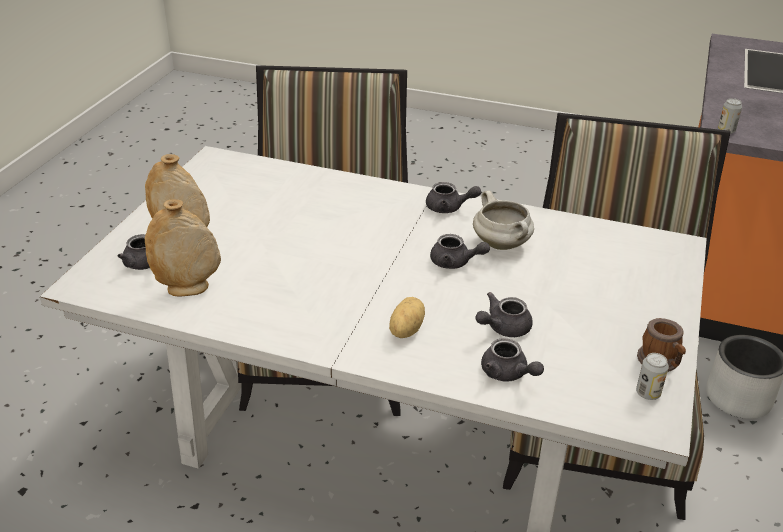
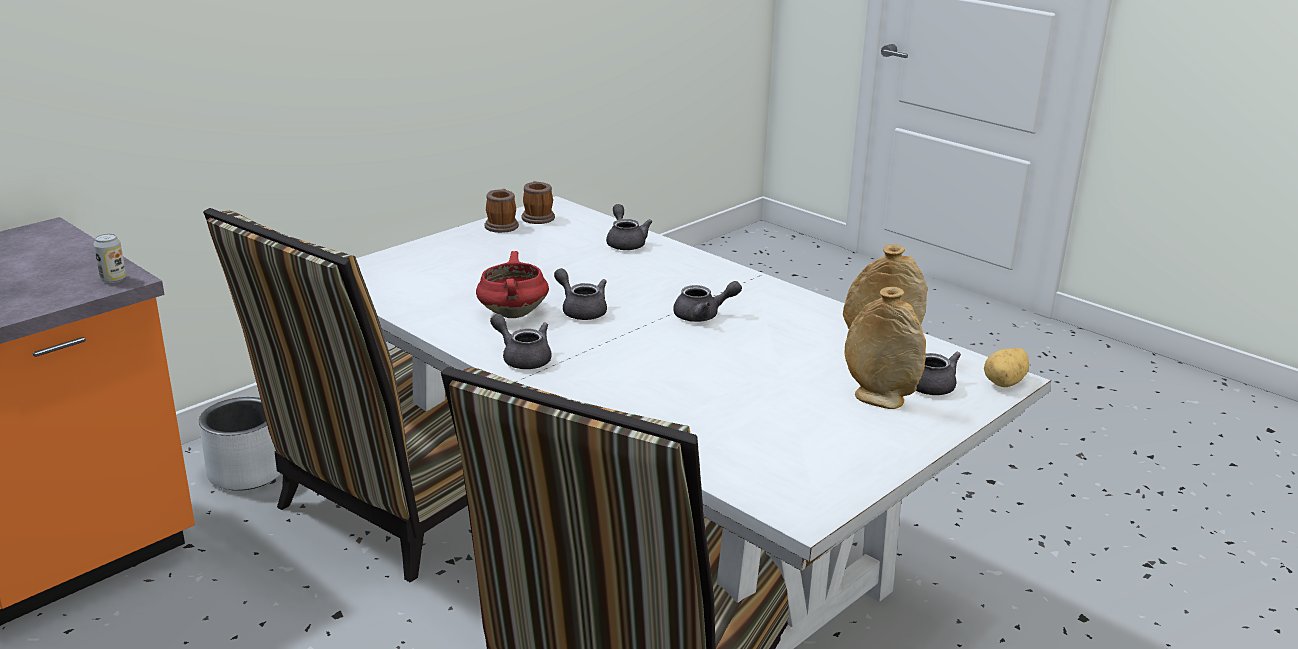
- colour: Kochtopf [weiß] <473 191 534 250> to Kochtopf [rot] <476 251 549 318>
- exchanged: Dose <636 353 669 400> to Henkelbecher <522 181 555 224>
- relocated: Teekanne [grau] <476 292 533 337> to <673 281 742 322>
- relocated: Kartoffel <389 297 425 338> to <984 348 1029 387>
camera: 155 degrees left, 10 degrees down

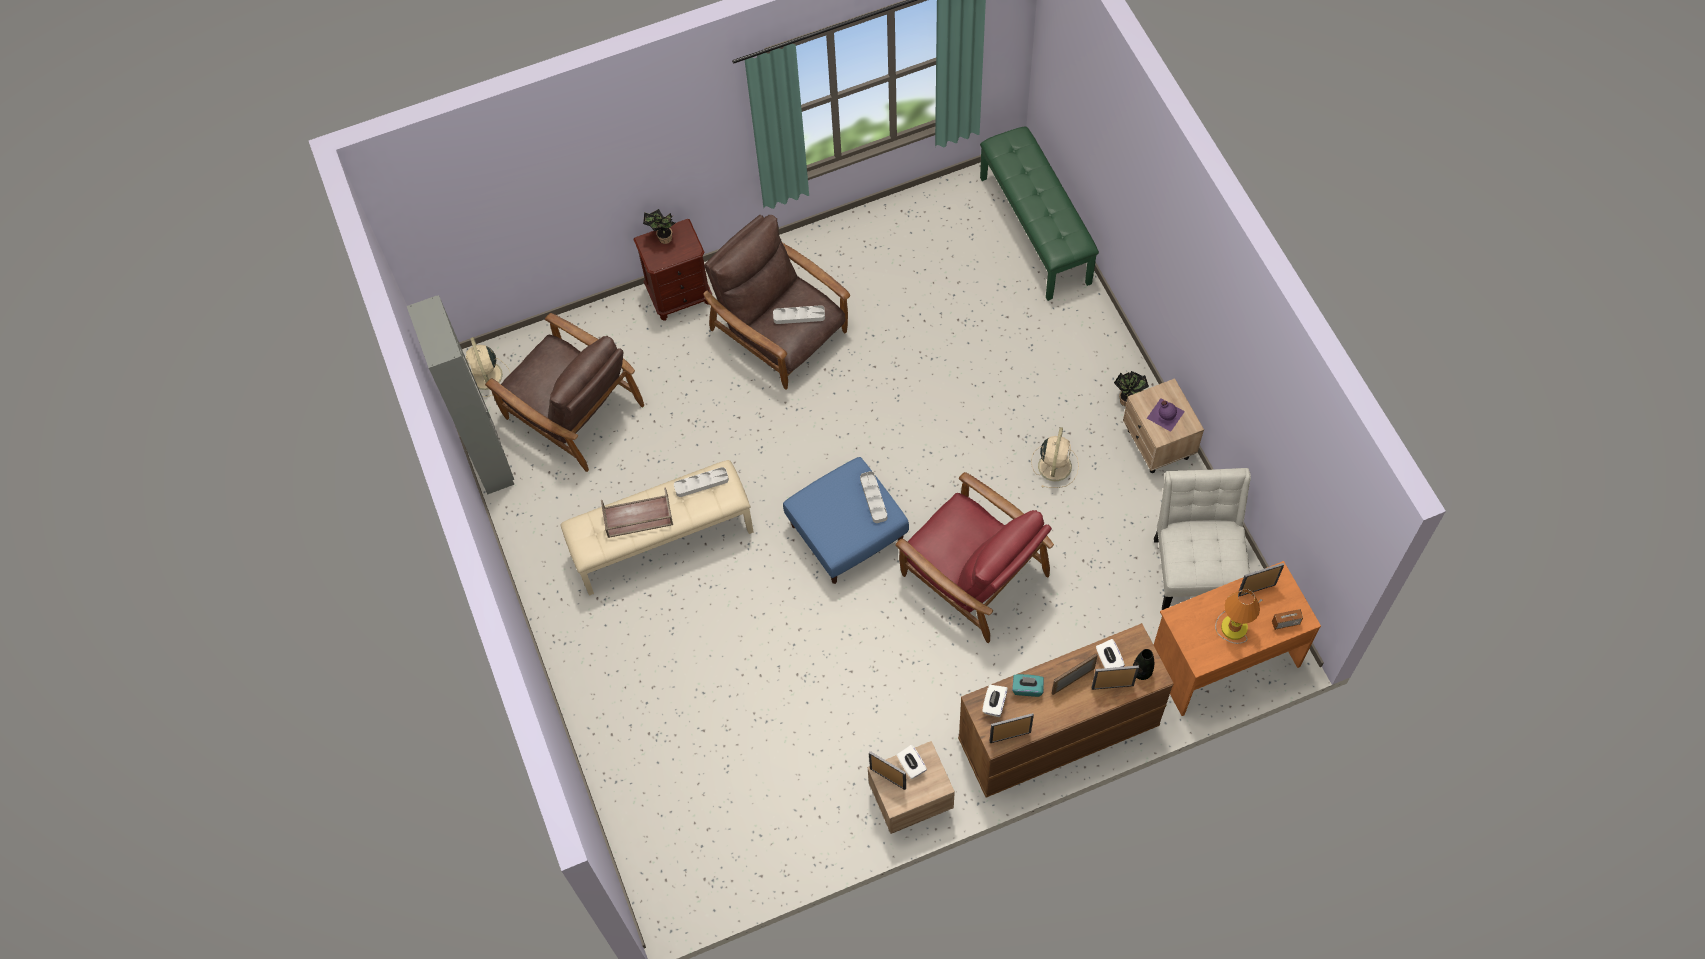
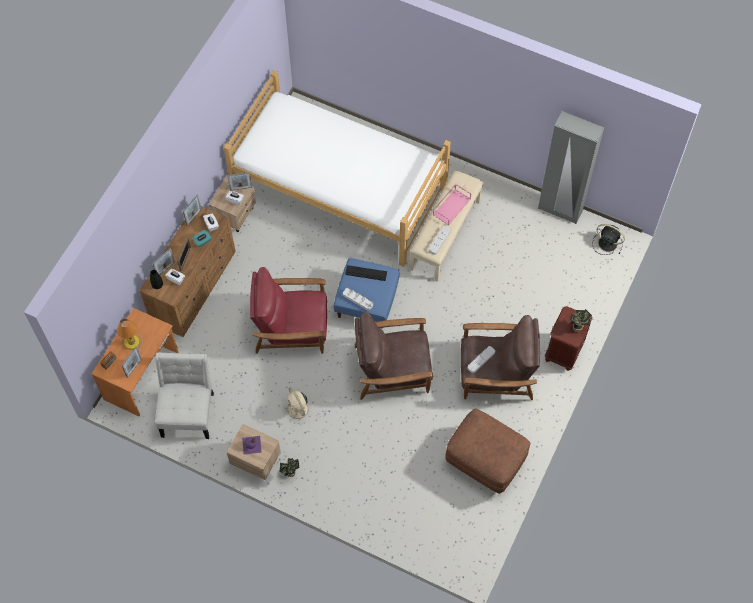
- spun: Stuhl [weiß] <1154 468 1251 610> = <155 353 214 439> 135 degrees counterclockwise
- appeared: Bett <224 70 451 267>
- appeared: Tastatur <345 265 387 281>
- relocated: Sessel [braun] <485 313 644 472> to <354 312 433 400>
- colour: Tablett [braun] <601 487 673 538> to Tablett [rosa] <433 184 472 225>
- appeared: Polsterhocker [braun] <446 409 530 494>
- colour: Ventilator [beige] <466 337 510 397> to Ventilator [schwarz] <592 224 625 255>
- missing: Bank [grün] <980 127 1099 301>
camera: 135 degrees right, 0 degrees up

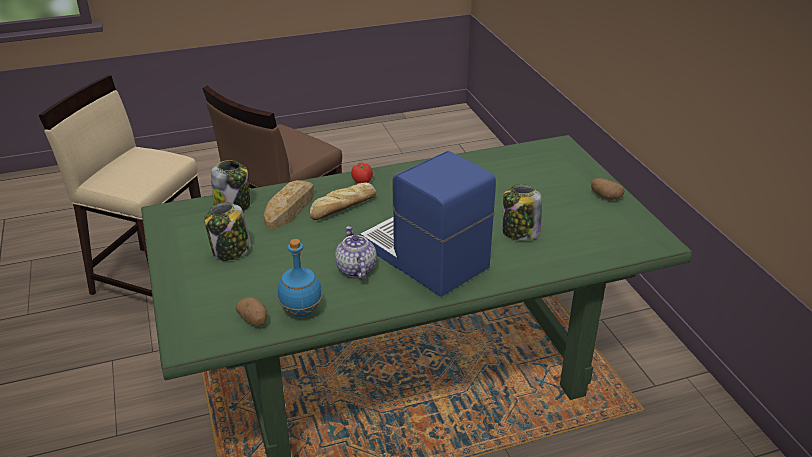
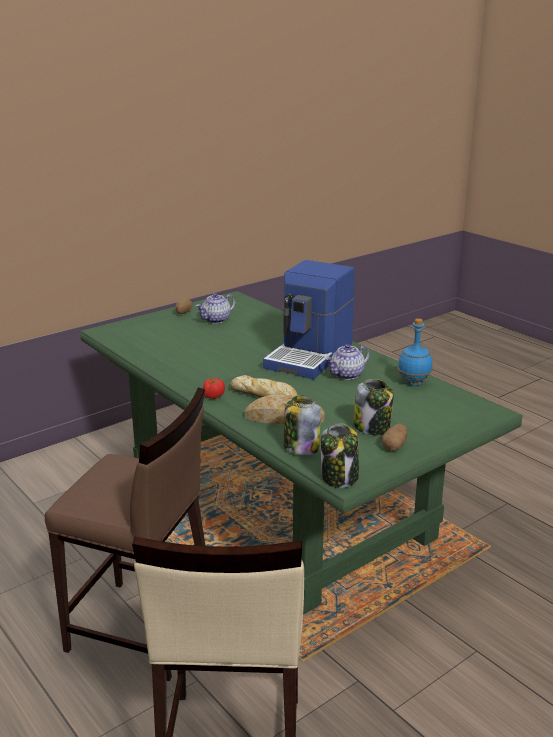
- appeared: Teekanne <196 293 235 324>
- relocated: Vorratsglas <503 184 542 240> to <321 423 359 488>
- relocated: Kartoffel <236 297 267 327> to <382 423 407 450>
camera: 110 degrees left, 10 degrees down

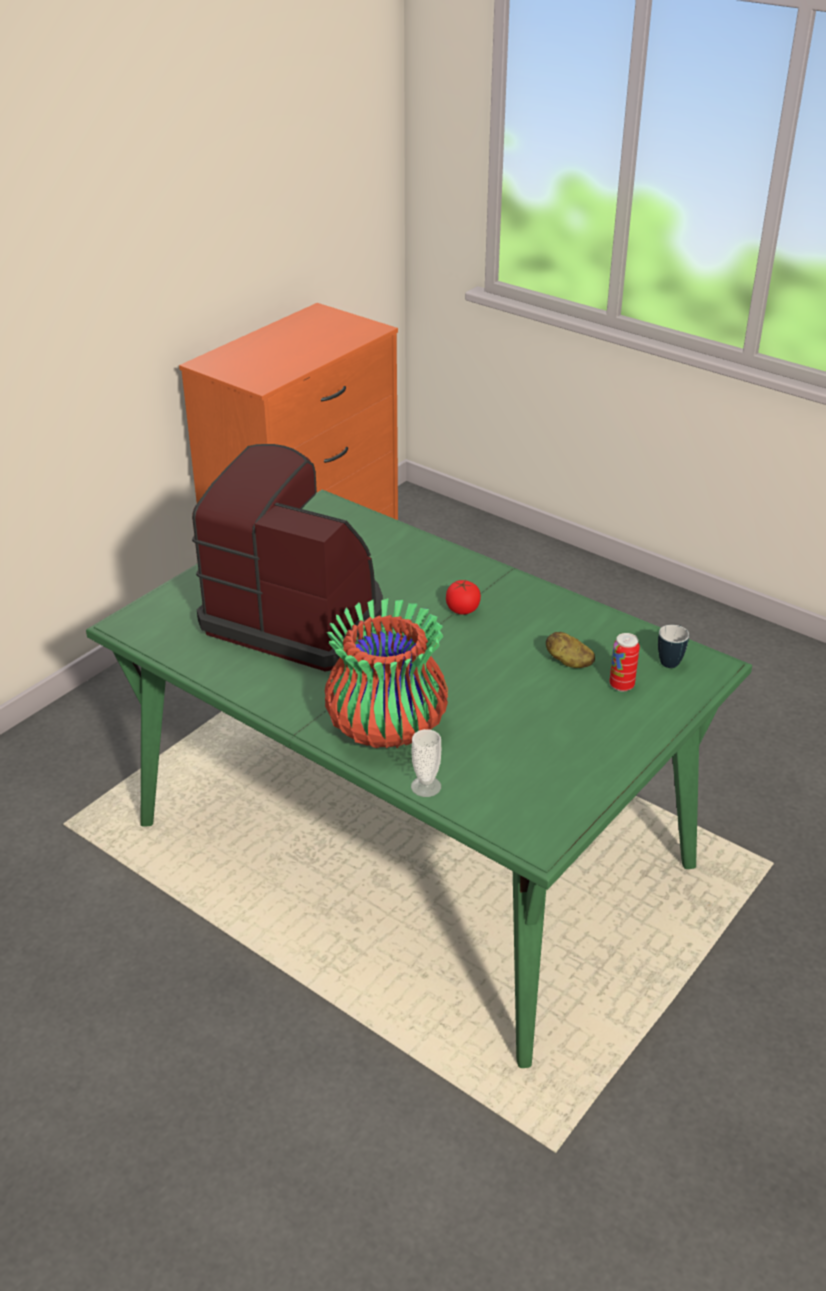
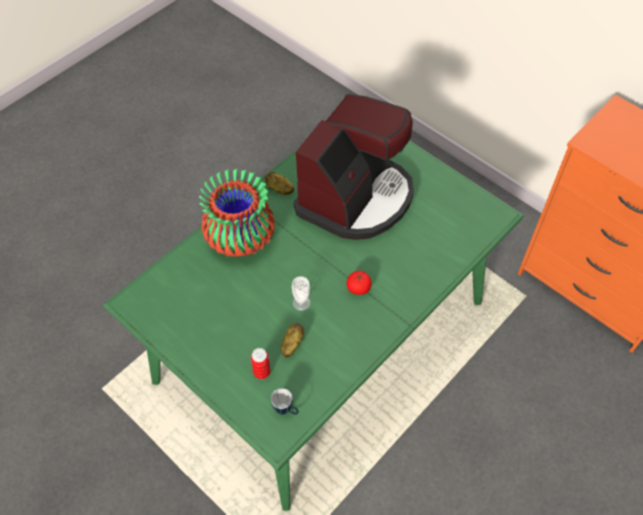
- appeared: Kartoffel <265 172 294 195>
- relocated: Tasse <411 729 441 797> to <292 276 311 311>
camera: 95 degrees right, 20 degrees up

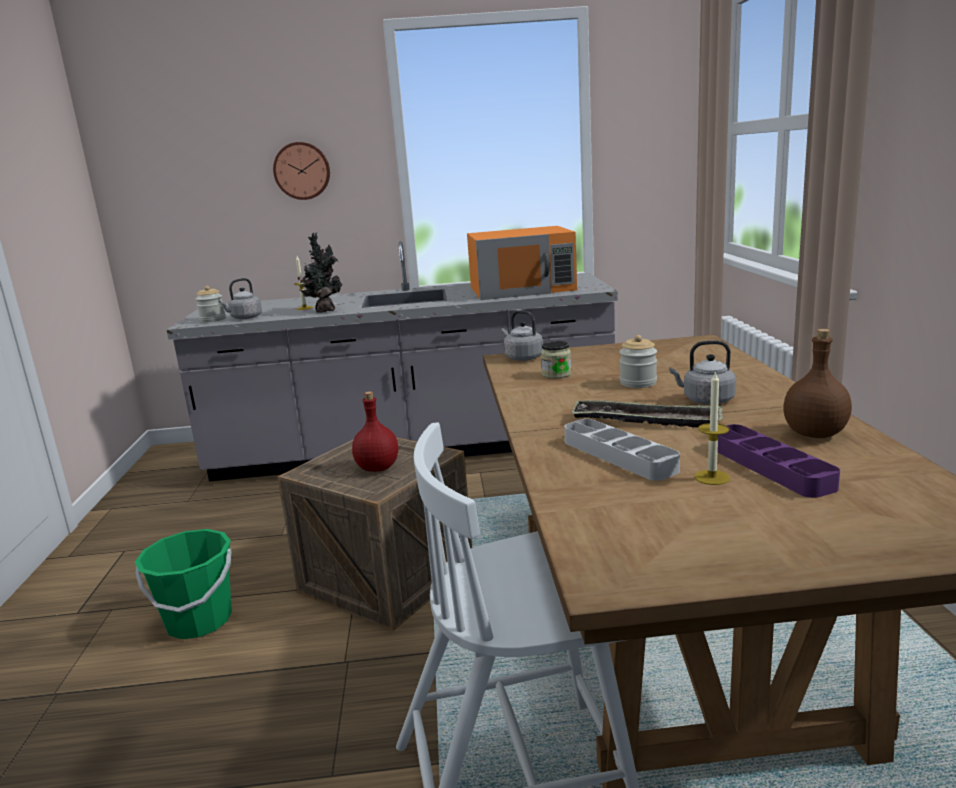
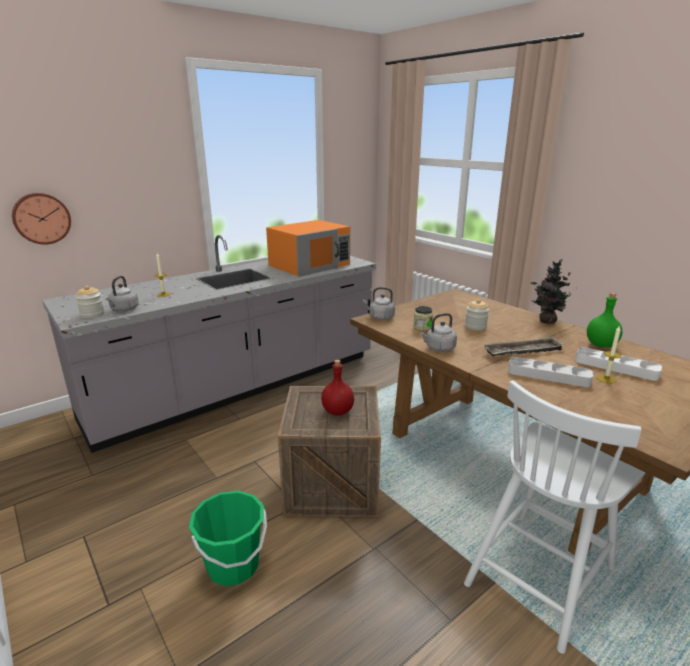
- relocated: Wanduhr <273 142 330 200> to <12 193 71 245>
- relocated: Wasserkessel [grau] <669 340 736 405> to <420 313 457 352>
- relocated: Topfpflanze <298 233 343 313> to <531 259 577 324>
- colour: Tablett [lila] <717 424 840 498> to Tablett [weiß] <575 347 662 381>
- colour: Flasche [braun] <783 329 852 438> to Flasche [grün] <587 293 622 347>
camera: 35 degrees left, 5 degrees up

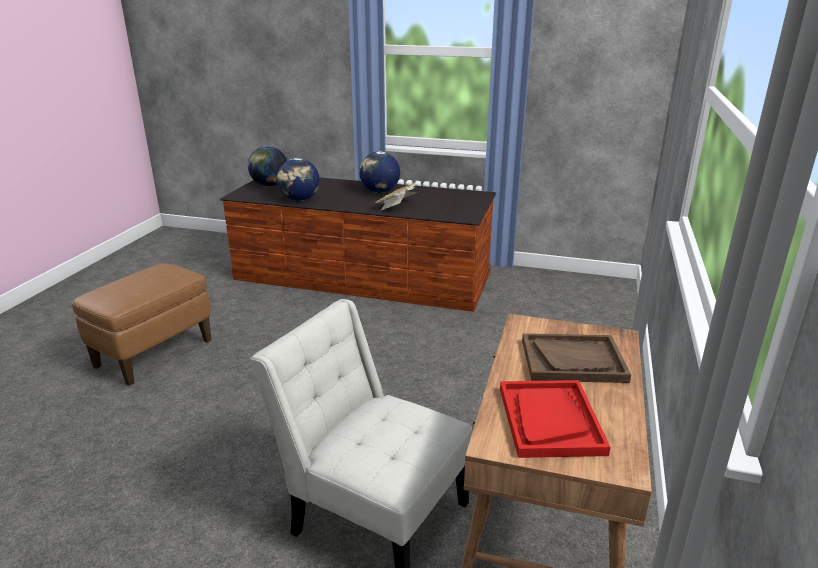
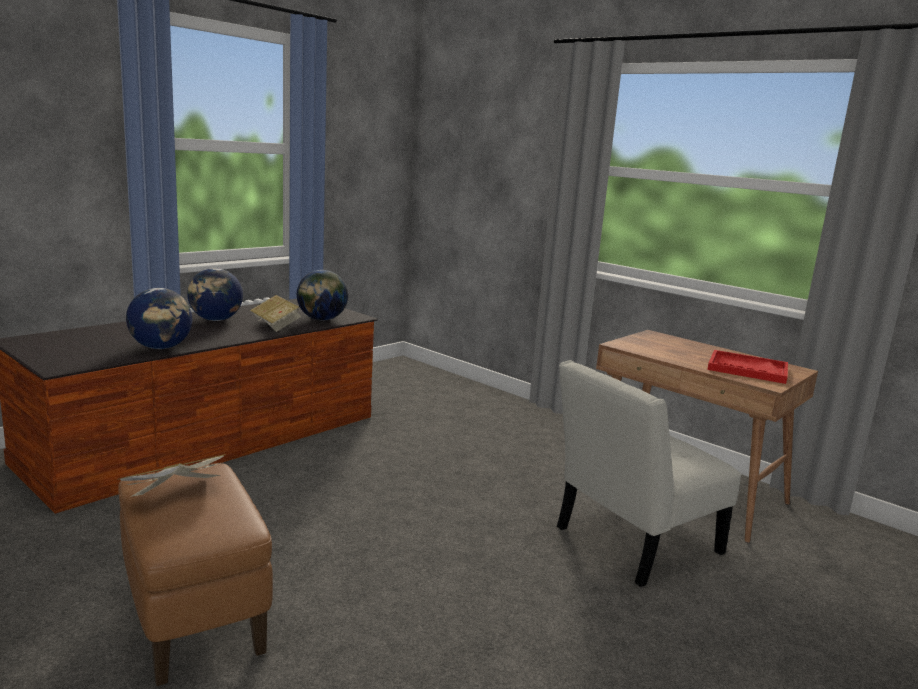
- appeared: Buch <118 454 226 497>
- relocated: Globus <248 146 287 187> to <297 270 348 320>
- missing: Tablett [braun] <522 333 631 383>
camera: 65 degrees left, 10 degrees down

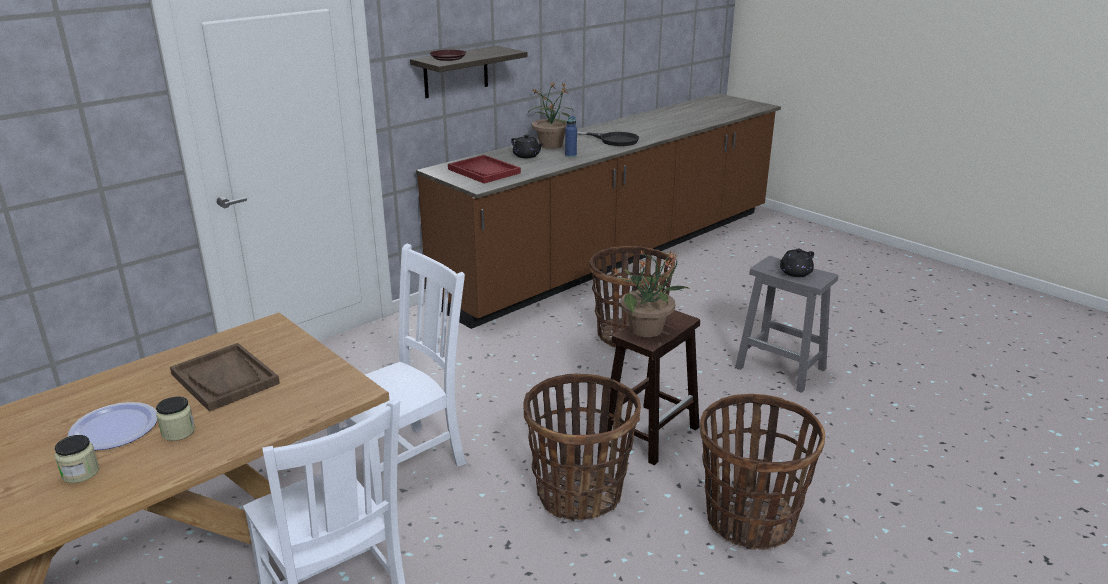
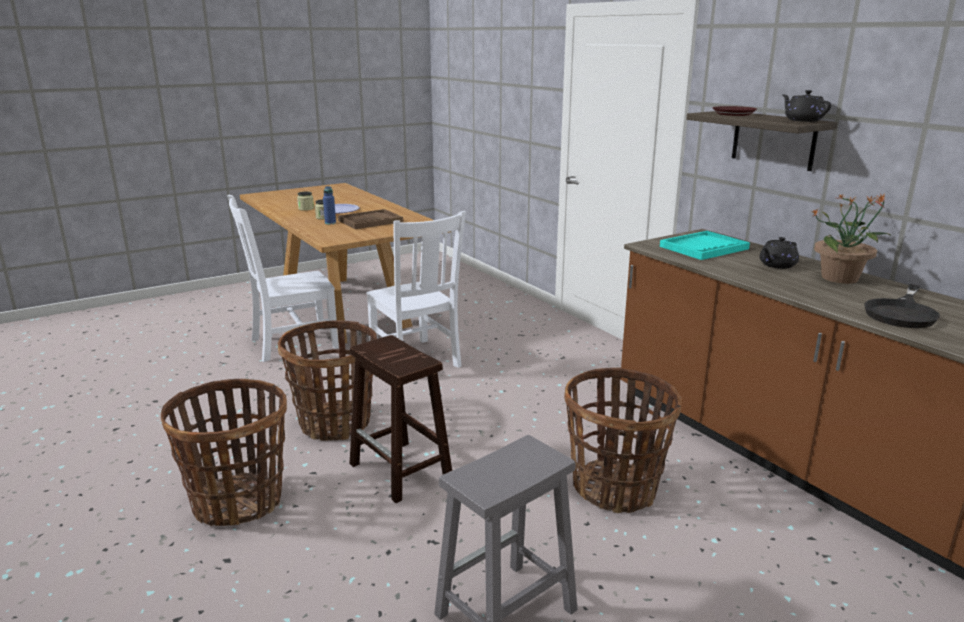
- relocated: Flasche [blau] <565 116 577 157> to <323 186 336 224>
- colour: Tablett [rot] <448 155 521 183> to Tablett [türkis] <660 231 750 260>
- relocated: Teekanne [schwarz] <780 249 814 277> to <782 90 832 122>
- missing: Topfpflanze <613 250 689 337>
camera: 100 degrees right, 5 degrees down

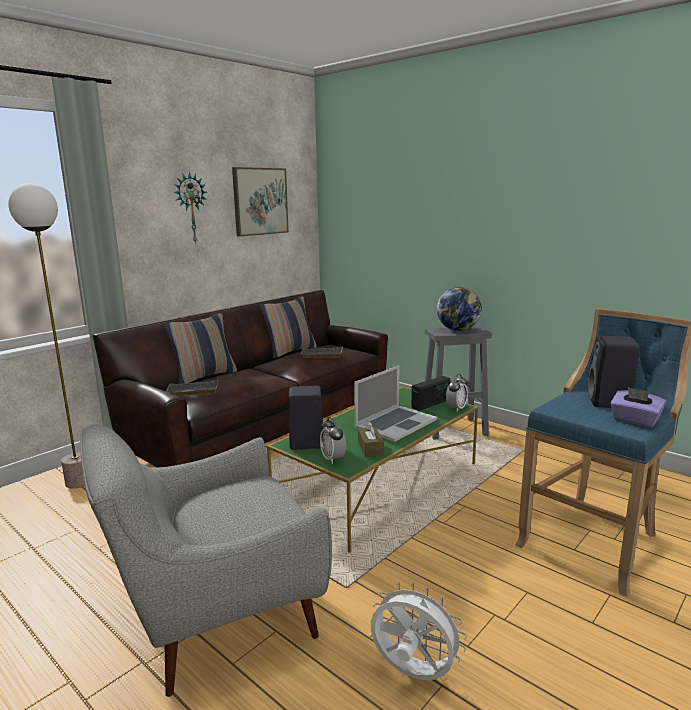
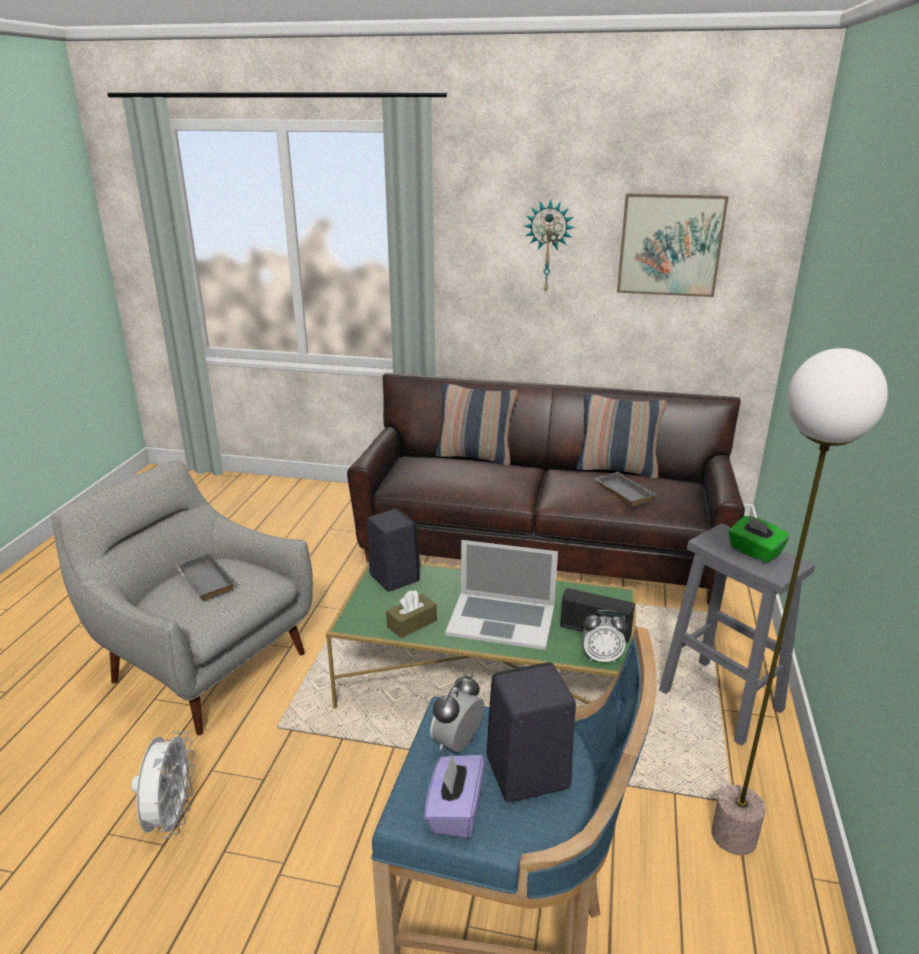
- relocated: Tablett [grau] <166 380 219 396> to <174 552 237 601>
- relocated: Wecker <320 417 346 464> to <430 675 484 752>
- relocated: Stehlampe <8 183 85 489> to <711 348 888 855>
- exchanged: Globus <437 287 482 331> to Taschentuchbox [grün] <728 516 790 563>
camera: 60 degrees right, 10 degrees up

